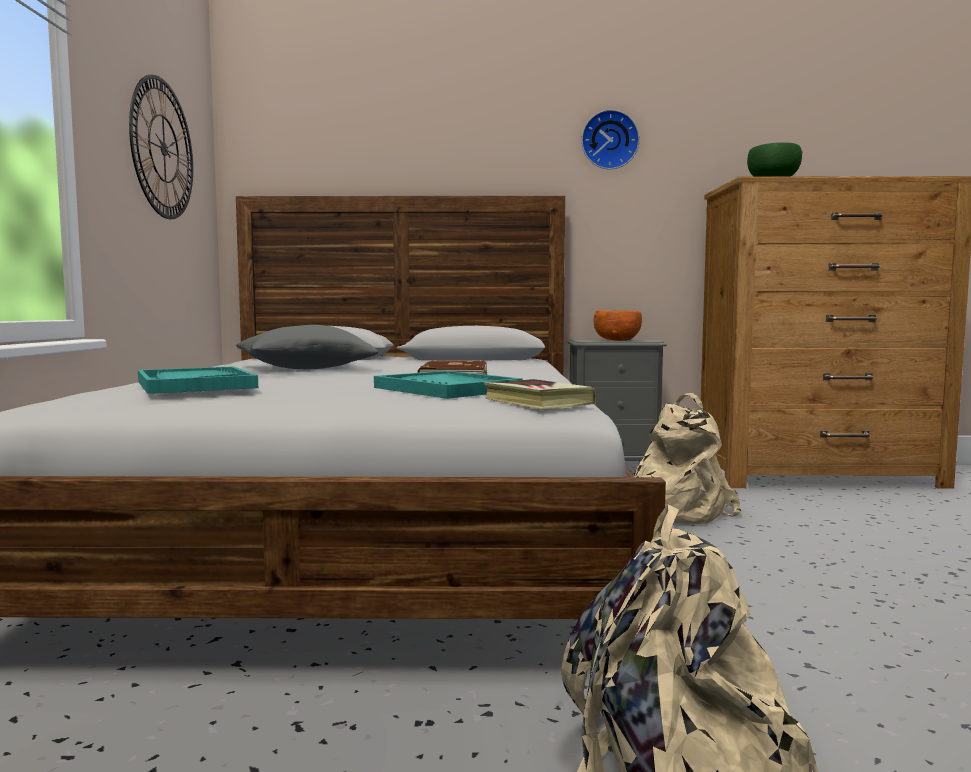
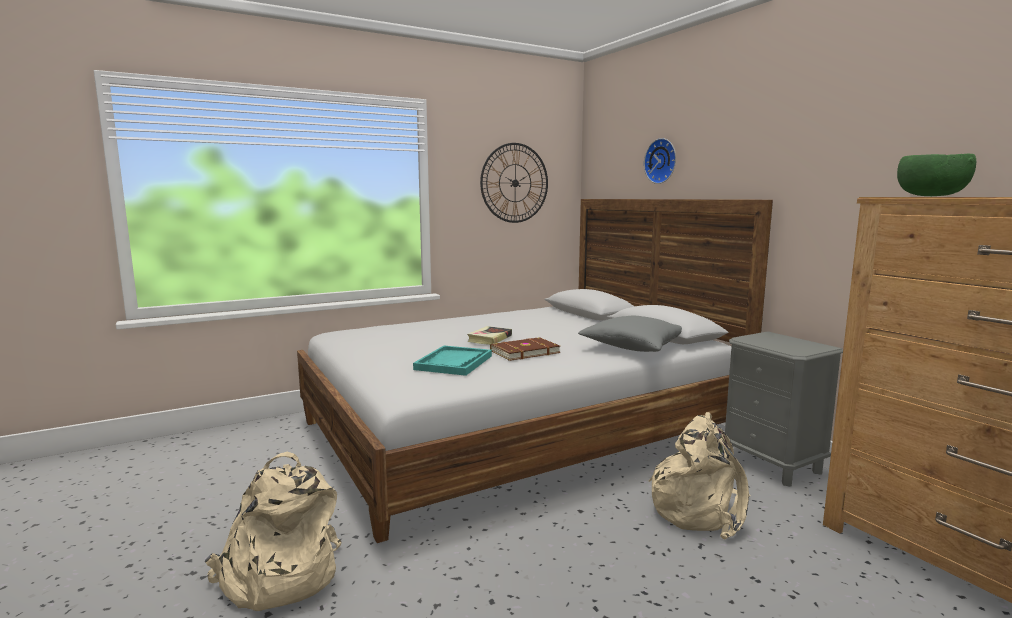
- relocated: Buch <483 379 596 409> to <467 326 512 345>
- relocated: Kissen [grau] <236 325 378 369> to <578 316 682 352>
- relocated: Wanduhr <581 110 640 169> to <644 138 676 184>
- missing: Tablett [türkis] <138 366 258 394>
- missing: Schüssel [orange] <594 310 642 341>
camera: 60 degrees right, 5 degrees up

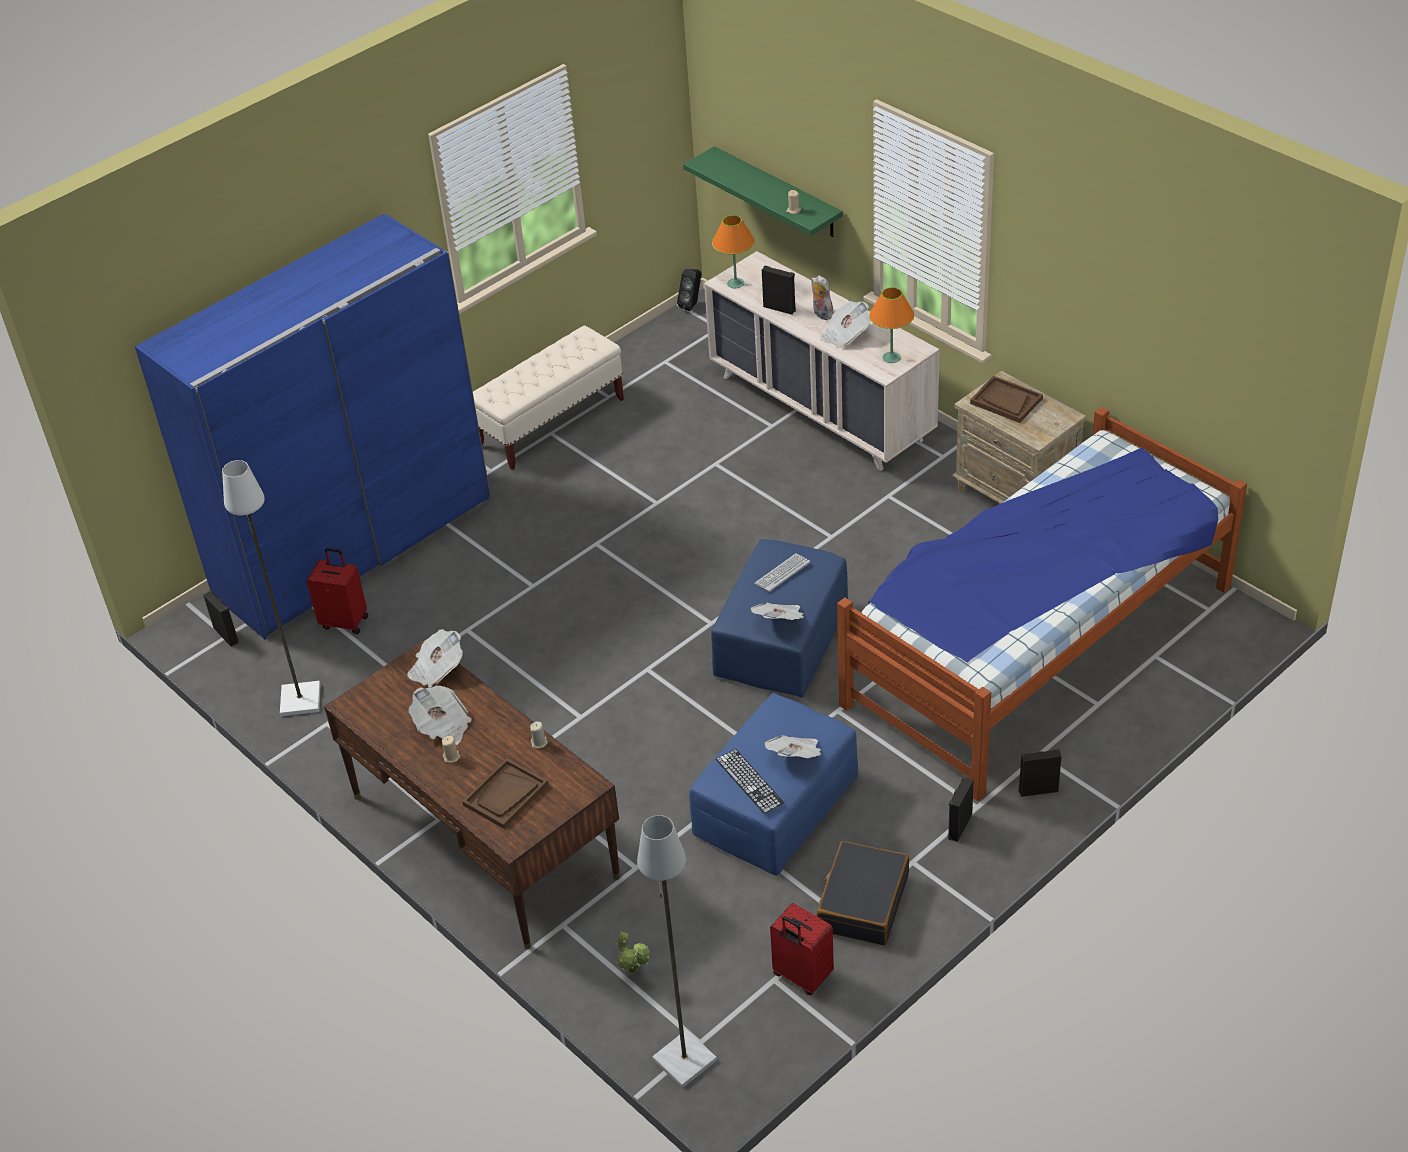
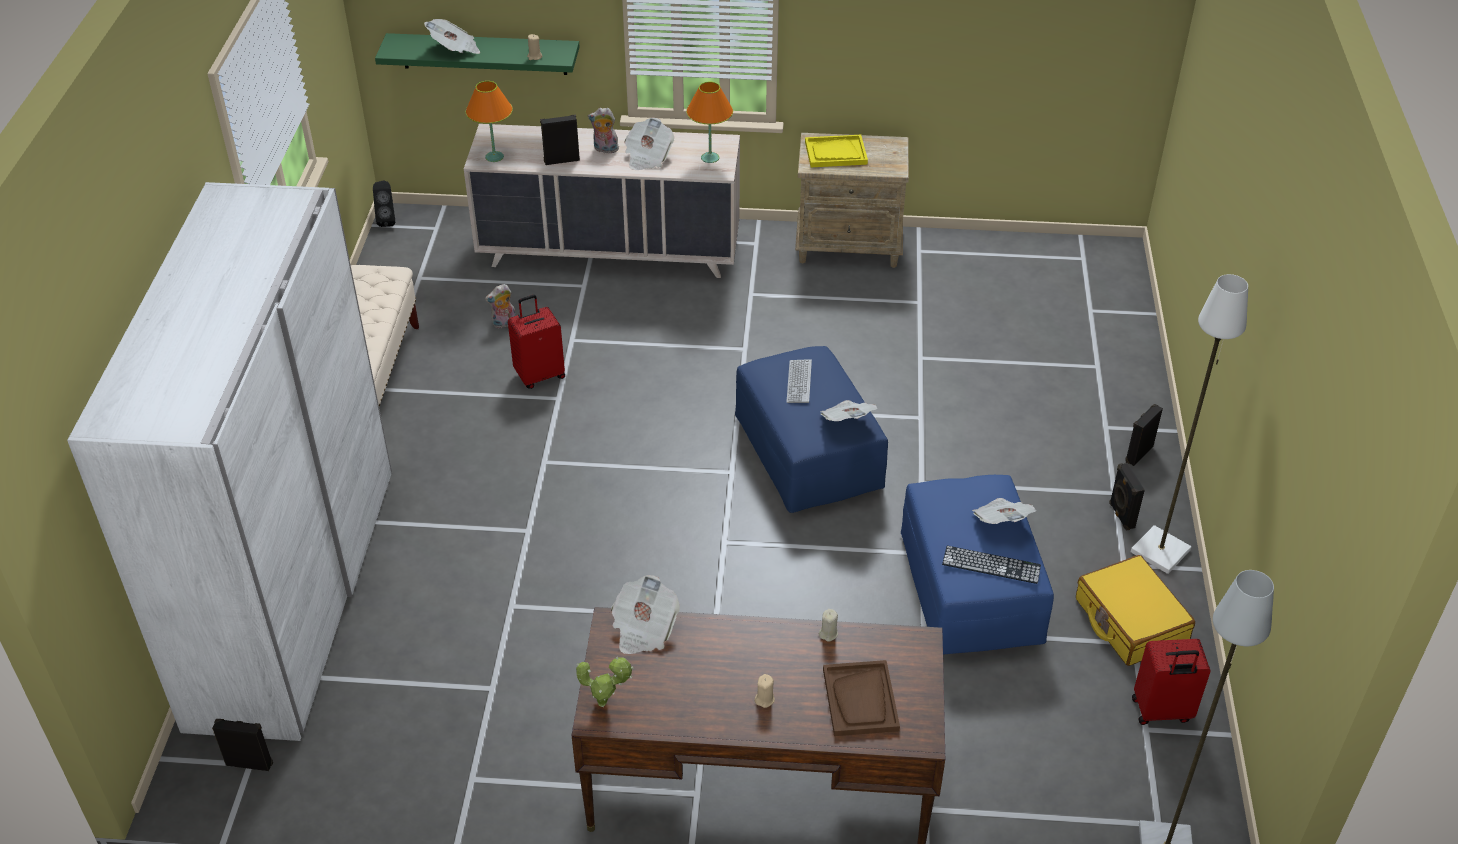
- colour: Kleiderschrank [blau] <135 213 491 639> to Kleiderschrank [weiß] <67 182 392 741>
- relocated: Zeitung <409 686 472 745> to <424 19 480 54>
- appeared: Plüschtier <485 284 515 328>
- relocated: Koffer [rot] <307 548 368 634> to <508 295 565 389>
- relocated: Topfpflanze <617 931 650 975> to <576 657 634 707>
- colour: Tablett [braun] <970 376 1043 423> to Tablett [gelb] <805 135 868 167>
- colour: Koffer [schwarz] <816 841 909 945> to Koffer [gelb] <1076 555 1195 666>
- relocated: Stehlampe [weiß] <222 460 321 716> to <1130 274 1248 574>
- missing: Bett <837 407 1247 801>
camera: 45 degrees left, 0 degrees up

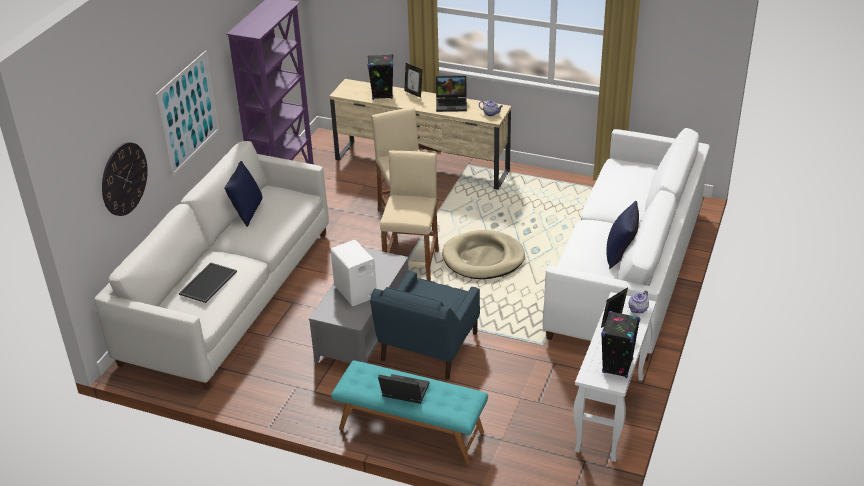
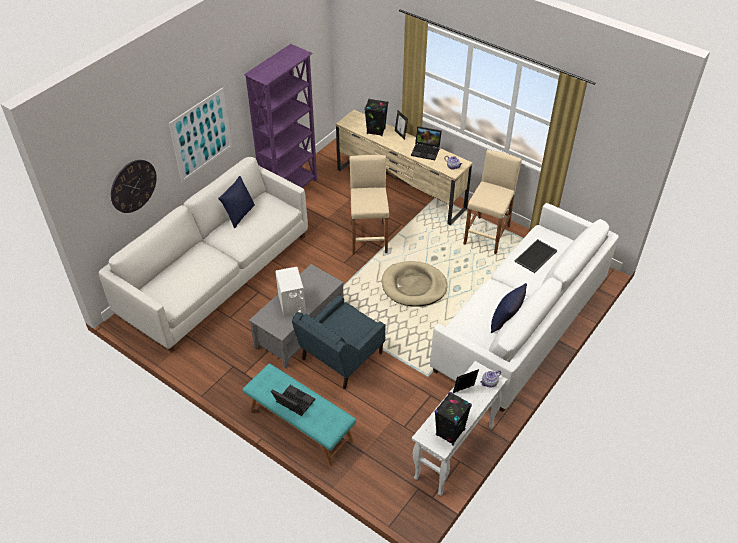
- relocated: Hocker [beige] <380 151 439 281> to <464 149 522 254>
- relocated: Tablett <179 262 237 303> to <514 239 558 273>
camera: 15 degrees right, 10 degrees up

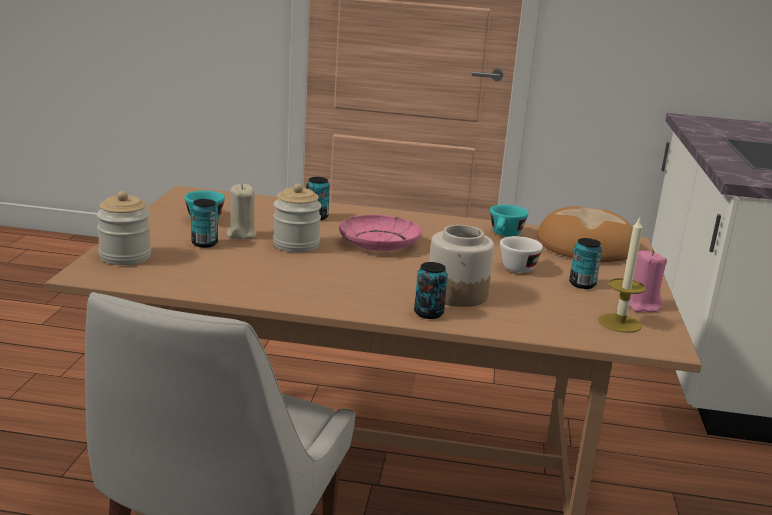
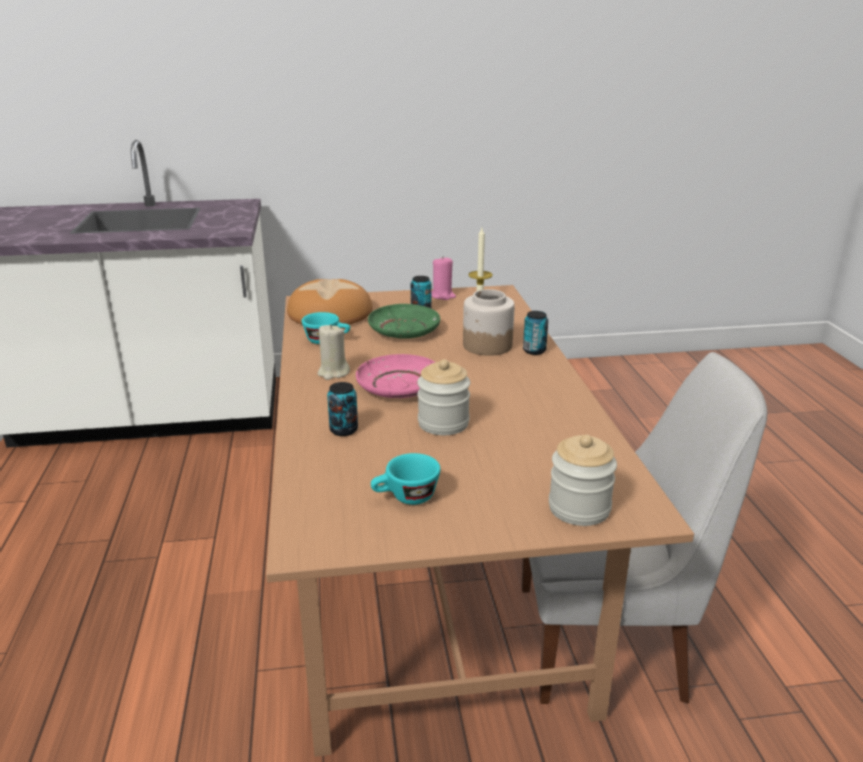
- relocated: Kerze [beige] <226 184 257 239> to <317 324 350 380>
- exchanged: Tasse [weiß] <500 236 543 273> to Teller [grün] <368 304 440 339>
- missing: Dose <191 199 218 248>
camera: 105 degrees left, 5 degrees up

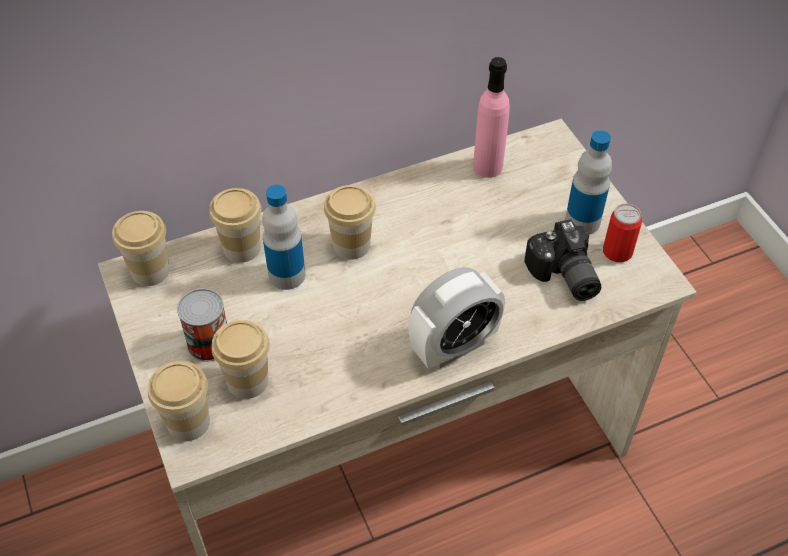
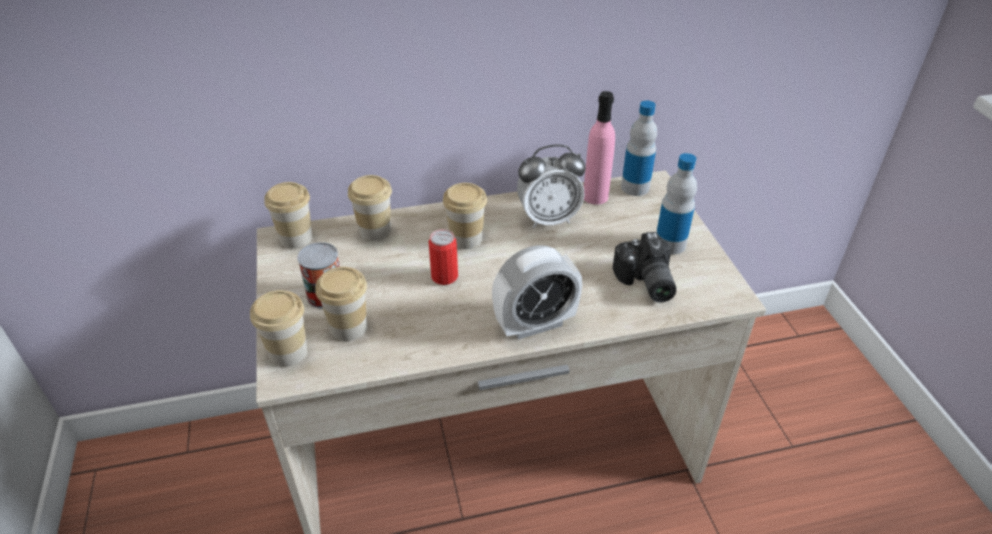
- relocated: Dose <603 204 642 262> to <429 229 458 285>
- appeared: Wecker <517 144 586 228>
- relocated: Flasche <262 185 305 290> to <621 101 657 196>
camera: 10 degrees right, 10 degrees down

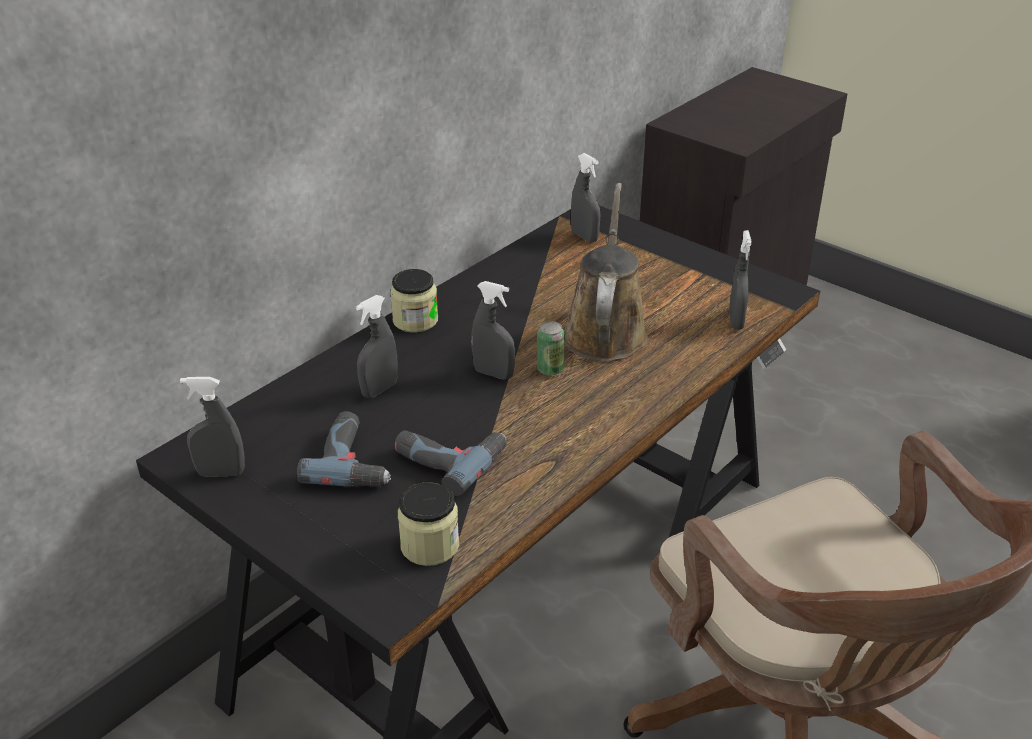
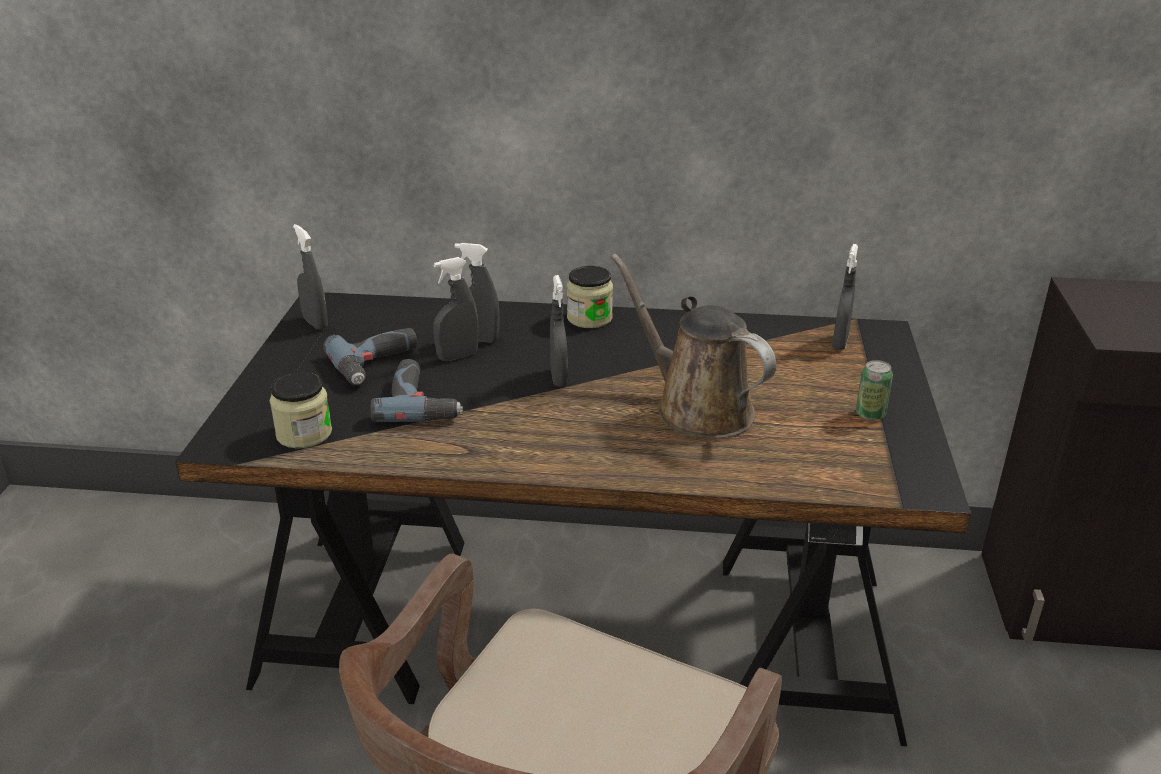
- relocated: Sprühflasche [grau] <729 230 751 330> to <433 257 479 361>
- spun: Gießkanne [braun] <563 183 648 361> = <611 254 776 439> 105 degrees counterclockwise
- relocated: Dose <537 321 565 375> to <856 360 893 421>
camera: 55 degrees right, 5 degrees down

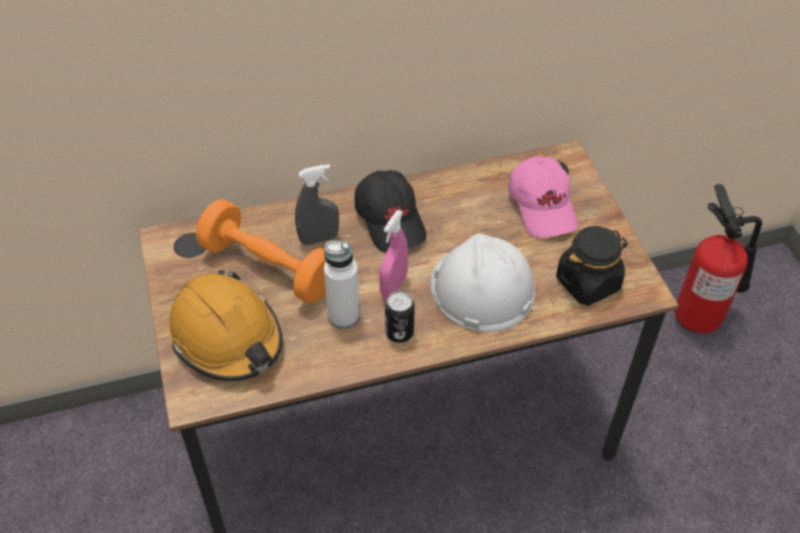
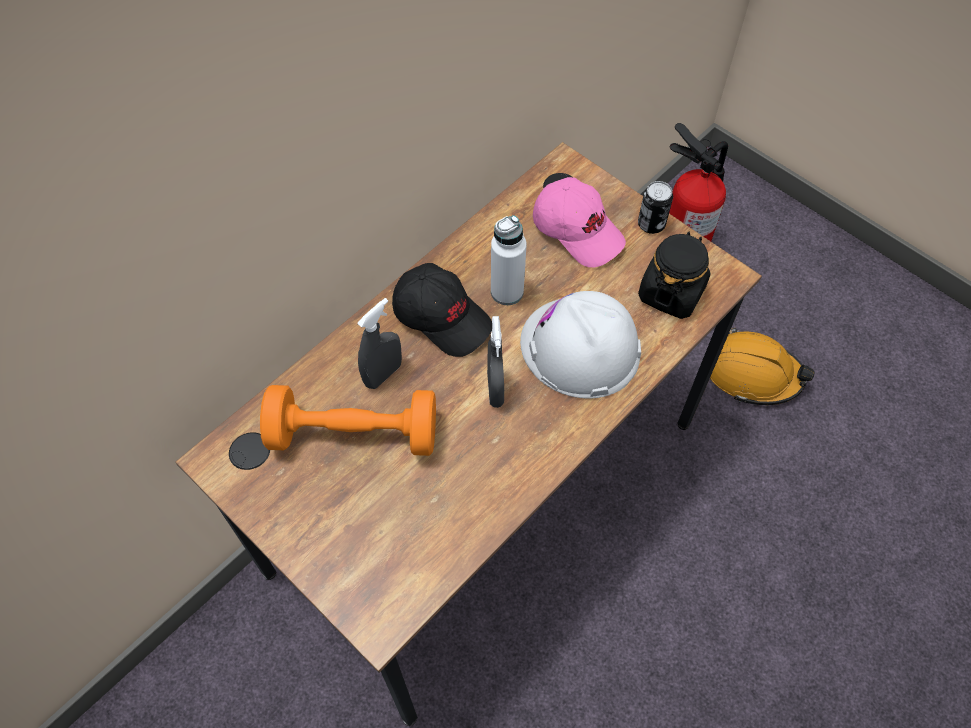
- colour: Sprühflasche [rosa] <379 210 408 299> to Sprühflasche [grau] <487 316 504 408>
- relocated: Flasche [weiß] <324 241 360 329> to <491 215 527 305>
- relocated: Dose <385 291 415 343> to <638 181 673 234>
- relocated: Schutzhelm [orange] <169 270 283 381> to <710 328 815 405>
camera: 30 degrees left, 10 degrees up

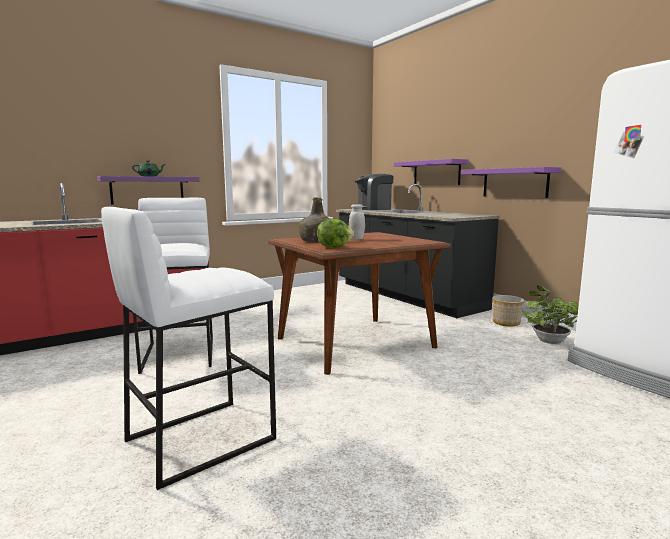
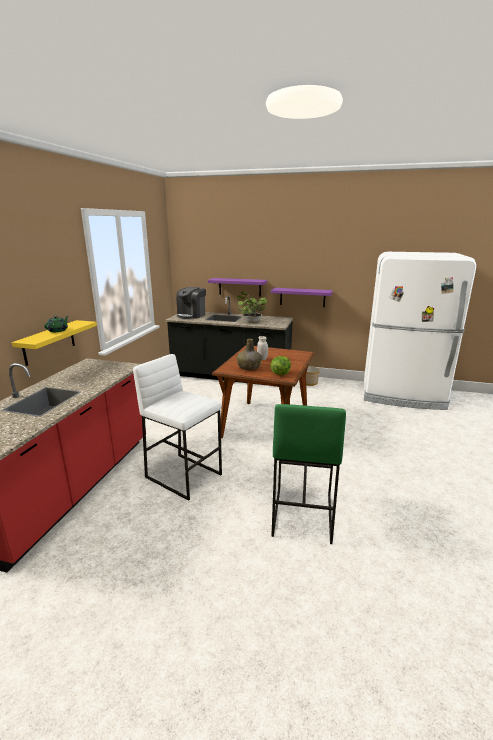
- colour: Wandregal [lila] <97 176 199 205> to Wandregal [gelb] <12 320 97 366>
- relocated: Topfpflanze <522 285 579 344> to <237 291 267 323>
- colour: Hocker [weiß] <101 207 276 490> to Hocker [grün] <271 404 346 544>
camera: 40 degrees left, 10 degrees up

